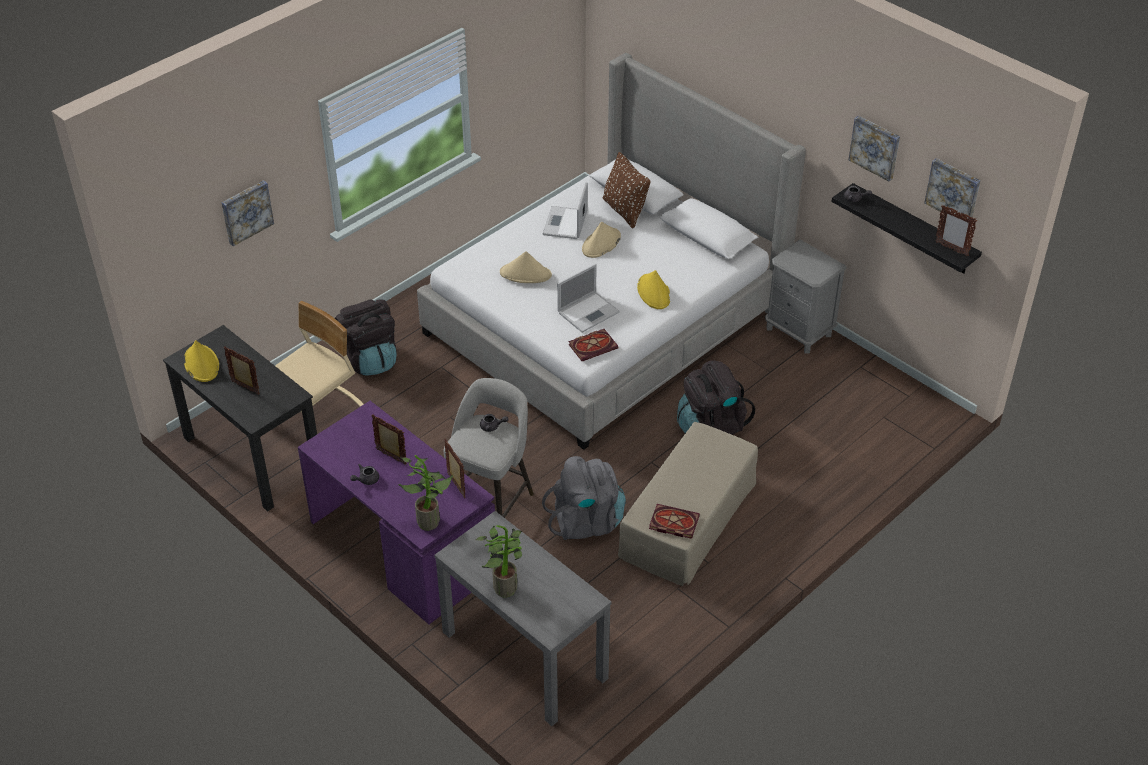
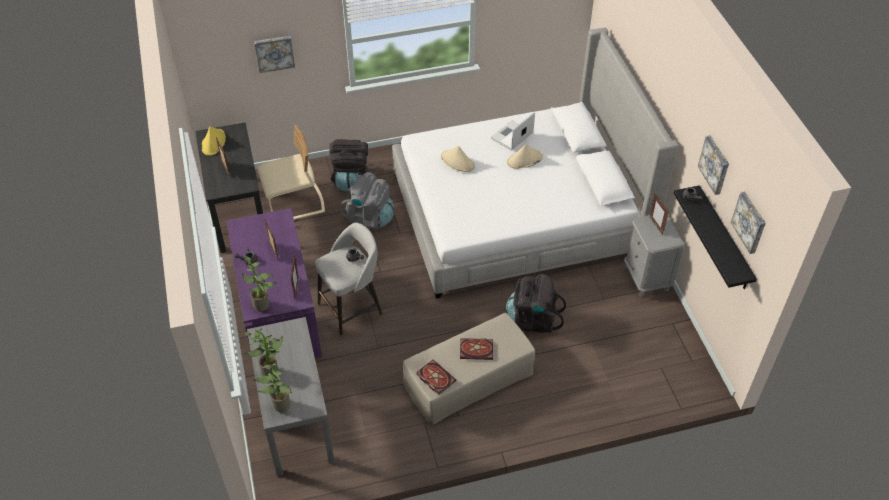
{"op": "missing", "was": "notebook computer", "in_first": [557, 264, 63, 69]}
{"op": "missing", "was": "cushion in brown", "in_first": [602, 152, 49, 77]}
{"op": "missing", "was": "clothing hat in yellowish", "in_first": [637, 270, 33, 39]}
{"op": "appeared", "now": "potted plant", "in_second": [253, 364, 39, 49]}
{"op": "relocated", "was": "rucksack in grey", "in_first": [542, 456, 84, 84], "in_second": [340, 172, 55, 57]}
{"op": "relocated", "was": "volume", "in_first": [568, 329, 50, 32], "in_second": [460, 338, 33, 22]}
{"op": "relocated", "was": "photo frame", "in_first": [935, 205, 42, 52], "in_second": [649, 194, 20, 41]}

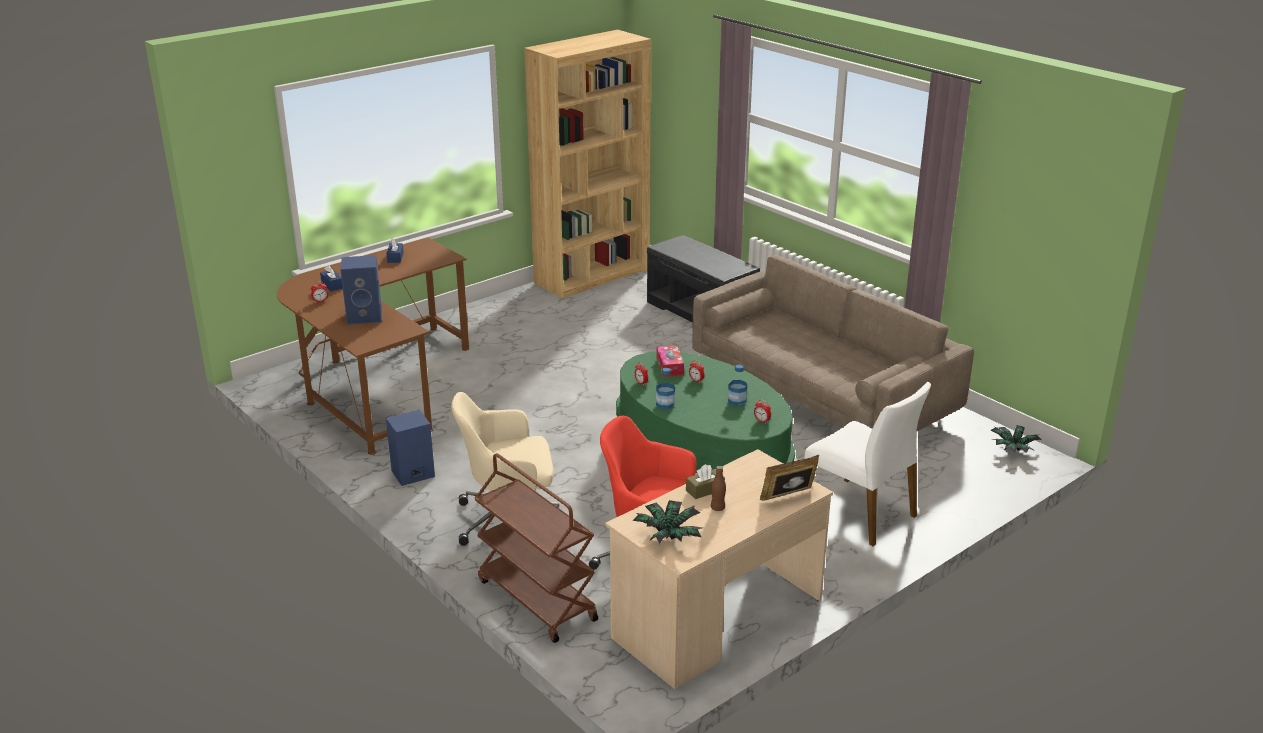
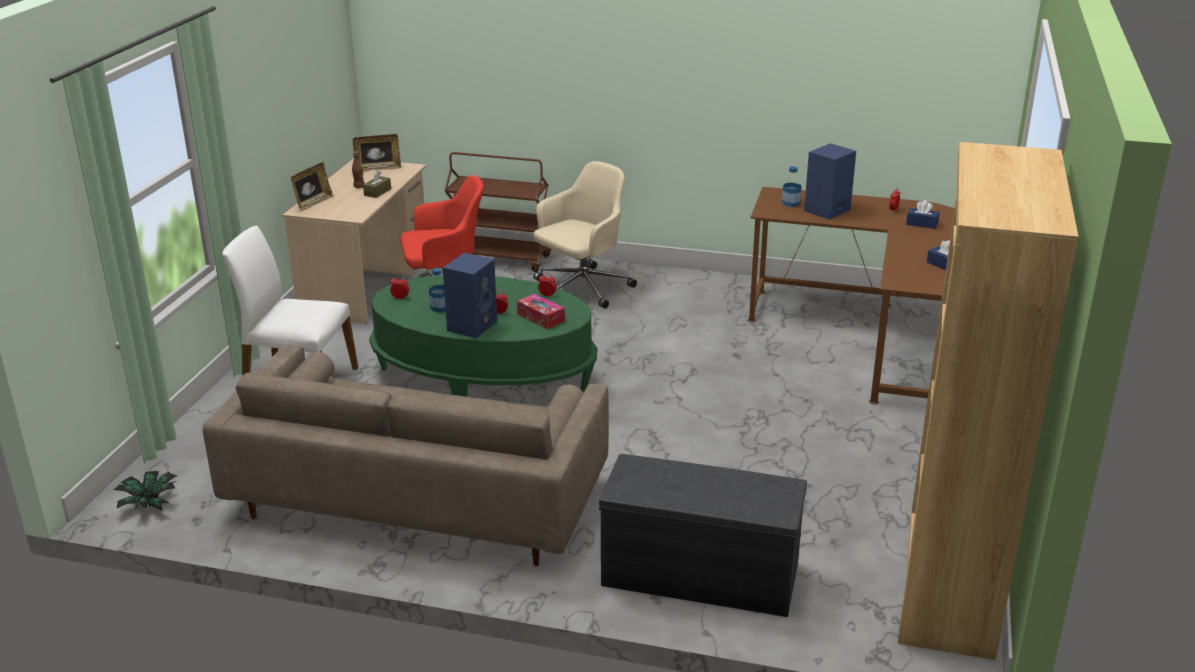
{"op": "relocated", "was": "loudspeaker in blue-coloured", "in_first": [386, 410, 49, 76], "in_second": [443, 253, 54, 85]}
{"op": "relocated", "was": "beverage bottle", "in_first": [656, 368, 19, 41], "in_second": [782, 166, 20, 41]}
{"op": "exchanged", "was": "potted plant", "now": "photo frame", "in_first": [633, 500, 69, 44], "in_second": [353, 134, 48, 37]}

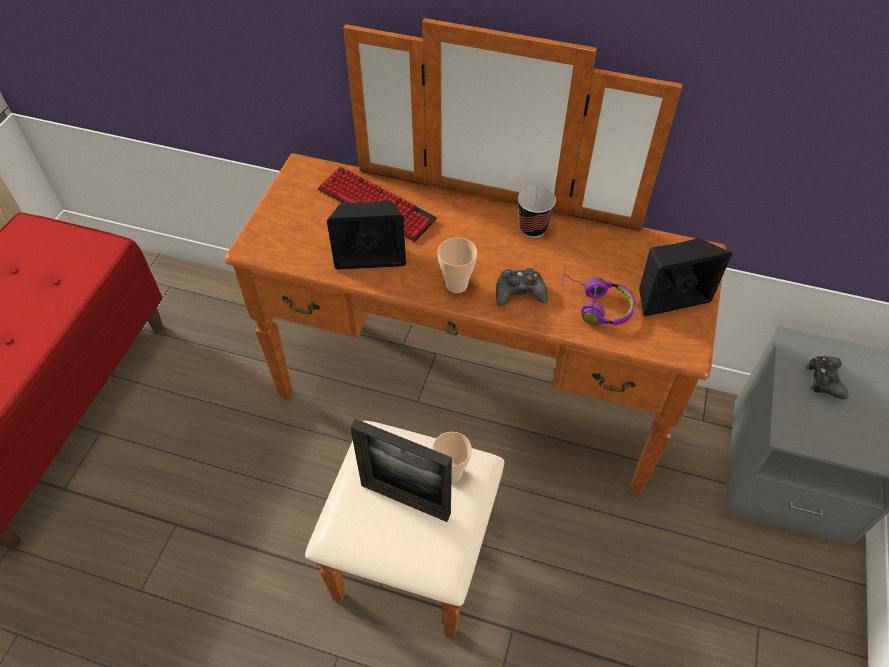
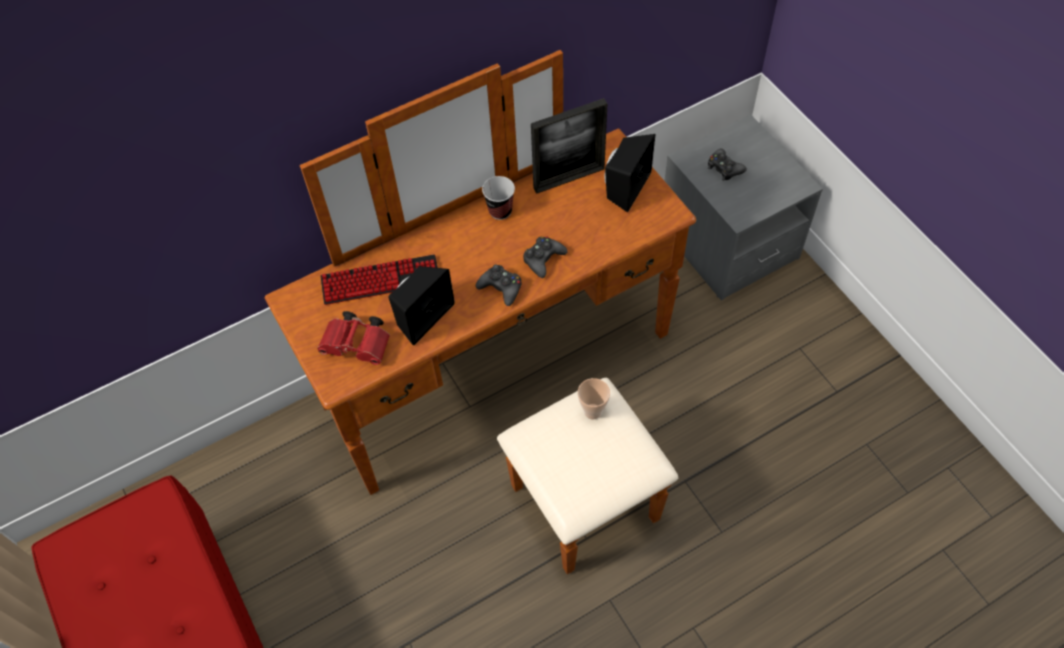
{"op": "missing", "was": "pair of headphones in purple-coloured", "in_first": [561, 267, 74, 59]}
{"op": "appeared", "now": "pair of binoculars in red", "in_second": [317, 311, 73, 54]}
{"op": "relocated", "was": "photo frame", "in_first": [350, 419, 102, 103], "in_second": [531, 98, 77, 96]}
{"op": "exchanged", "was": "small cup", "now": "joypad in black", "in_first": [438, 237, 39, 56], "in_second": [476, 265, 46, 41]}

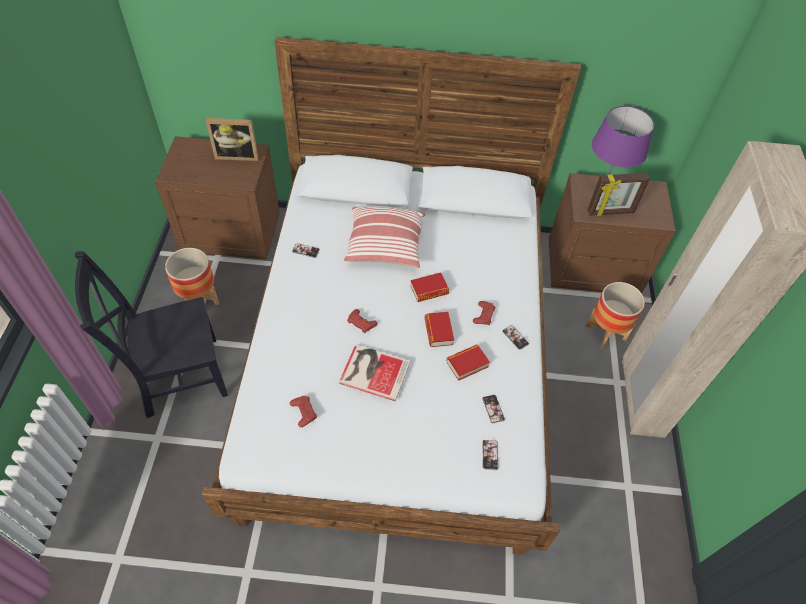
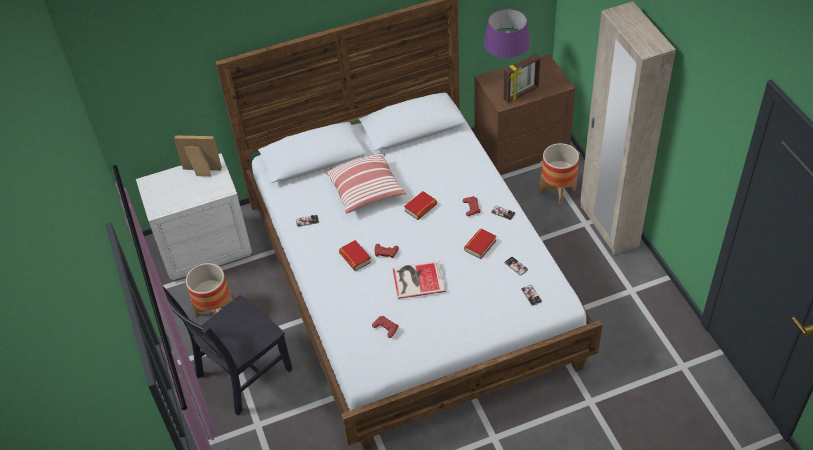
{"op": "relocated", "was": "volume", "in_first": [425, 312, 29, 35], "in_second": [339, 240, 32, 31]}
{"op": "colour", "was": "night table in brown", "now": "night table in white-coloured", "in_first": [155, 136, 125, 124], "in_second": [136, 153, 116, 128]}
{"op": "spun", "was": "photo frame", "in_first": [206, 118, 53, 43], "in_second": [174, 135, 48, 42], "clockwise": -150}

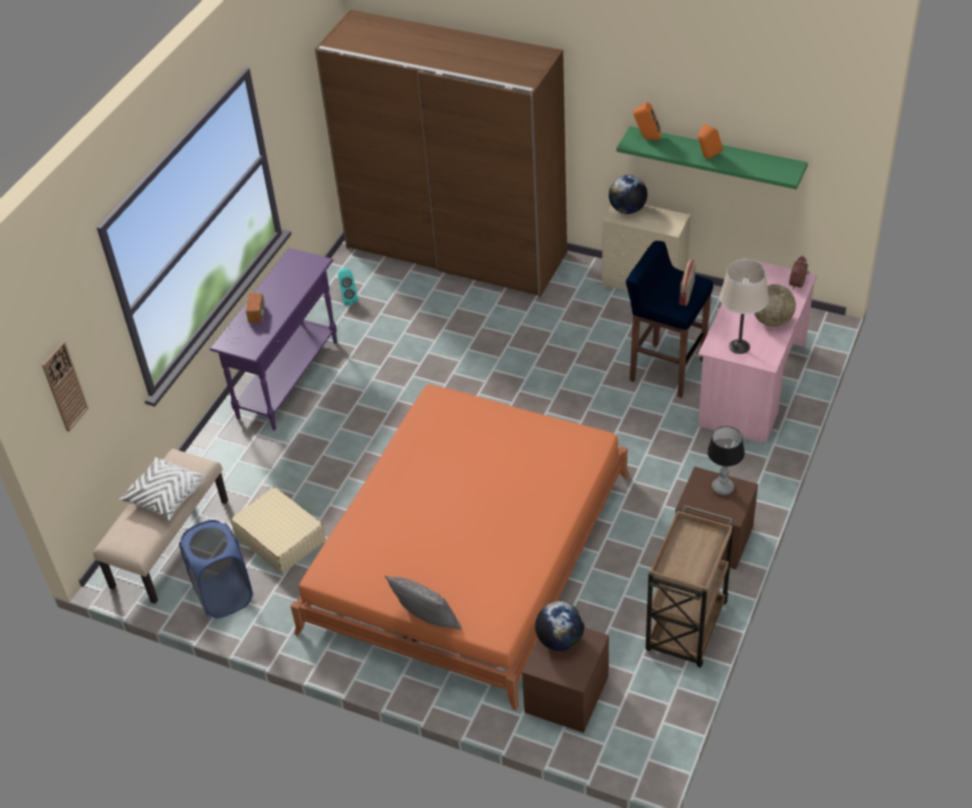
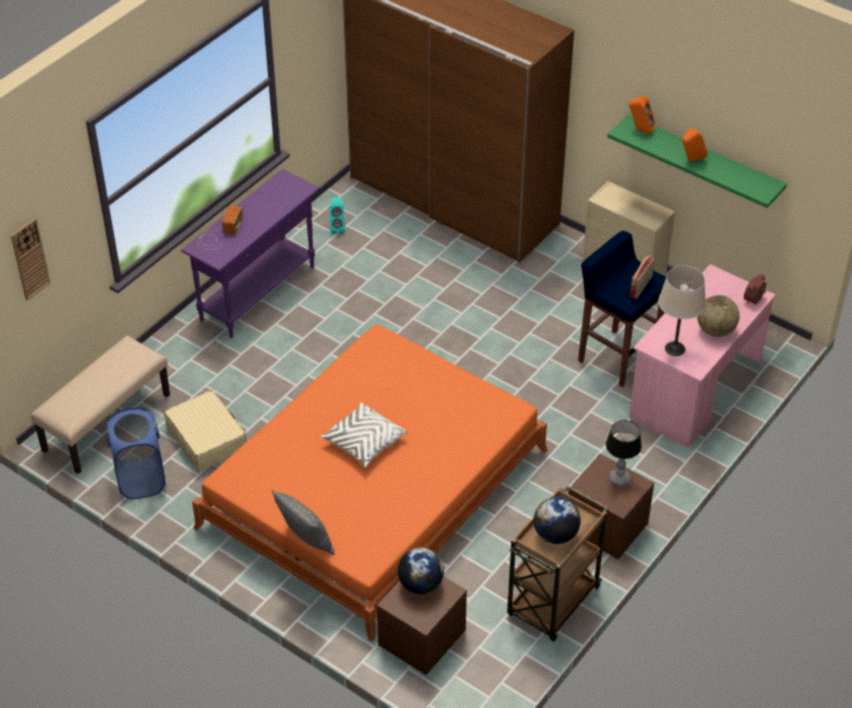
{"op": "relocated", "was": "cushion in white-coloured", "in_first": [119, 457, 89, 64], "in_second": [321, 403, 87, 64]}
{"op": "relocated", "was": "desk globe", "in_first": [609, 175, 38, 39], "in_second": [534, 497, 47, 47]}

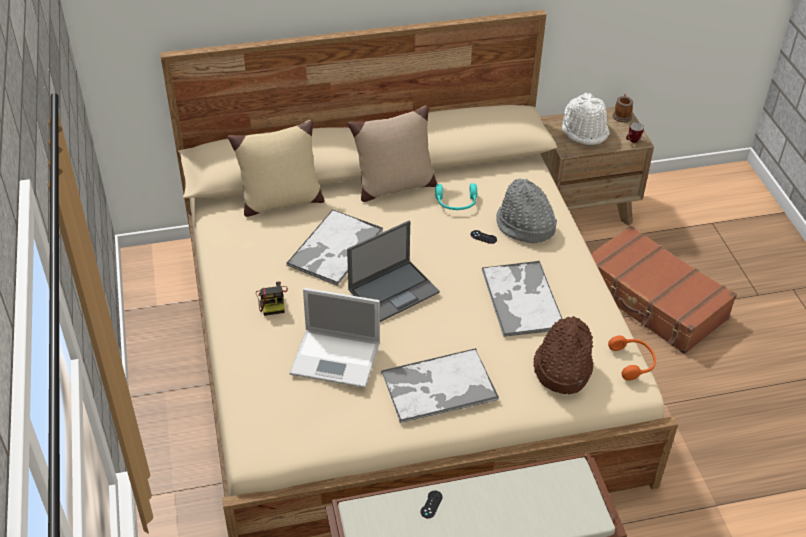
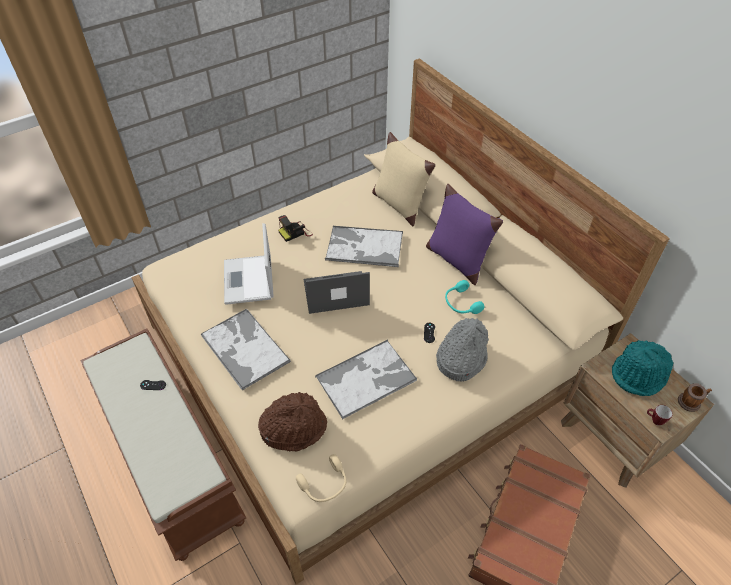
{"op": "colour", "was": "cushion in beige", "now": "cushion in purple-coloured", "in_first": [348, 105, 89, 97], "in_second": [426, 184, 77, 101]}
{"op": "colour", "was": "clothing hat in white-coloured", "now": "clothing hat in turquoise", "in_first": [562, 93, 48, 52], "in_second": [612, 340, 61, 56]}
{"op": "colour", "was": "pair of headphones in orange-coloured", "now": "pair of headphones in beige", "in_first": [608, 336, 48, 45], "in_second": [296, 454, 51, 48]}
{"op": "spun", "was": "notebook computer", "in_first": [347, 220, 93, 102], "in_second": [303, 271, 67, 43], "clockwise": 135}

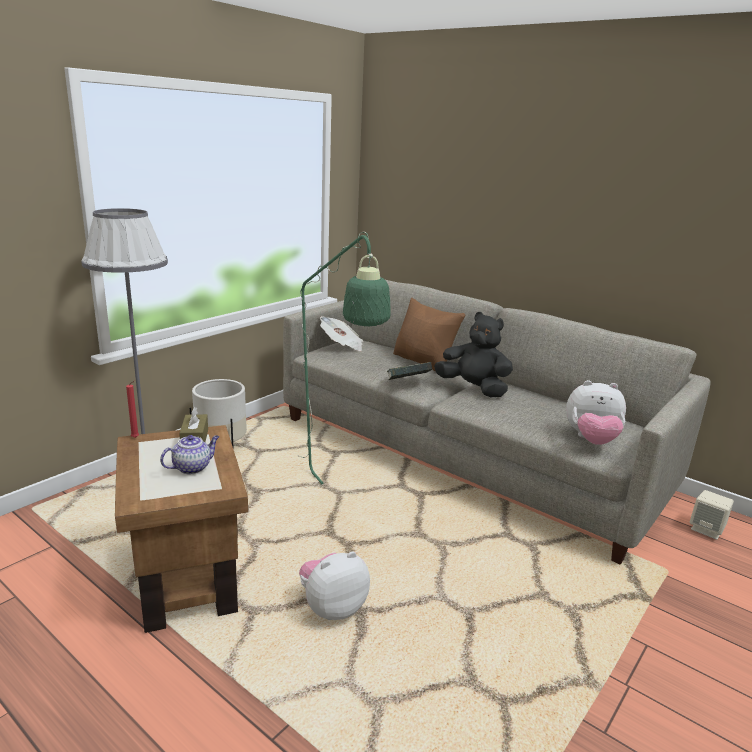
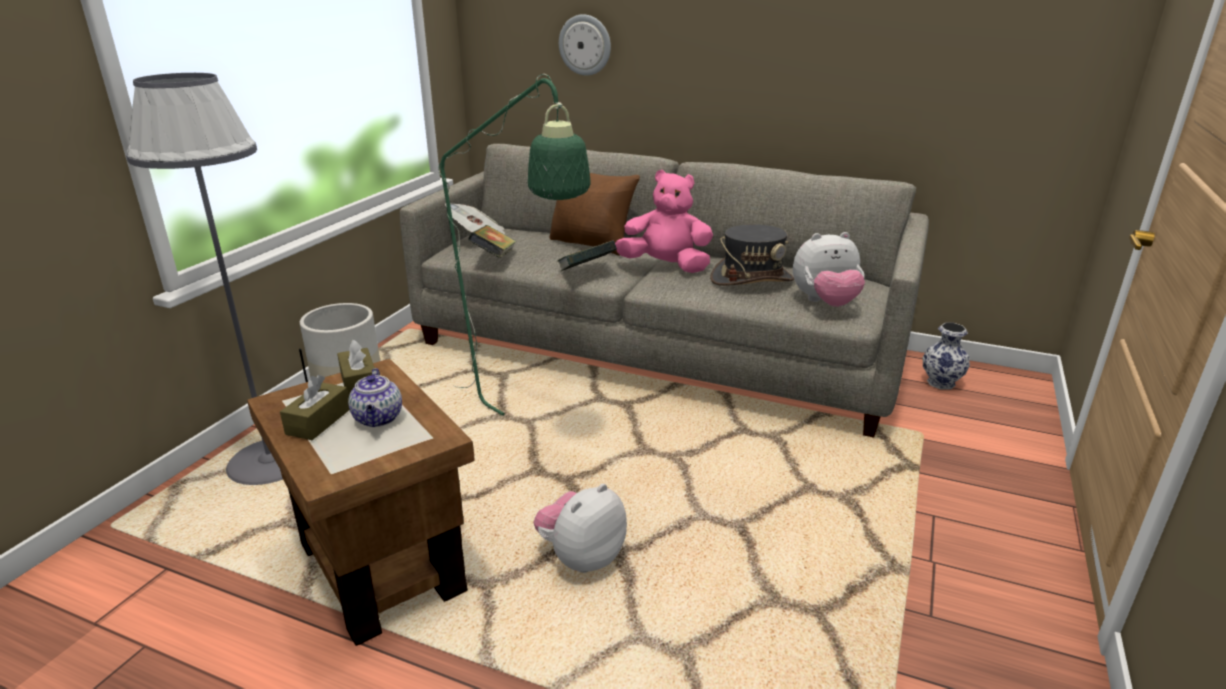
{"op": "missing", "was": "wax candle in red", "in_first": [126, 381, 13, 57]}
{"op": "appeared", "now": "tissue holder in brown", "in_second": [280, 375, 70, 65]}
{"op": "appeared", "now": "volume", "in_second": [468, 225, 48, 33]}
{"op": "appeared", "now": "clock on the wall", "in_second": [559, 14, 52, 62]}
{"op": "appeared", "now": "clothing hat in grey", "in_second": [710, 224, 84, 62]}
{"op": "exchanged", "was": "loudspeaker in beige", "now": "decorative vase", "in_first": [690, 490, 44, 50], "in_second": [923, 323, 47, 67]}
{"op": "colour", "was": "soft toy in black", "now": "soft toy in pinkish", "in_first": [434, 312, 79, 85], "in_second": [615, 170, 98, 103]}
{"op": "spun", "was": "tea pot", "in_first": [160, 435, 59, 39], "in_second": [348, 368, 54, 59], "clockwise": 135}

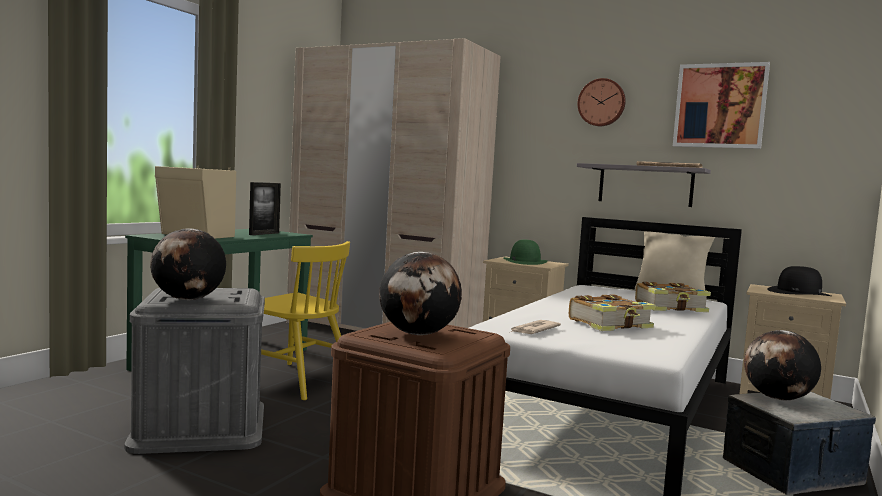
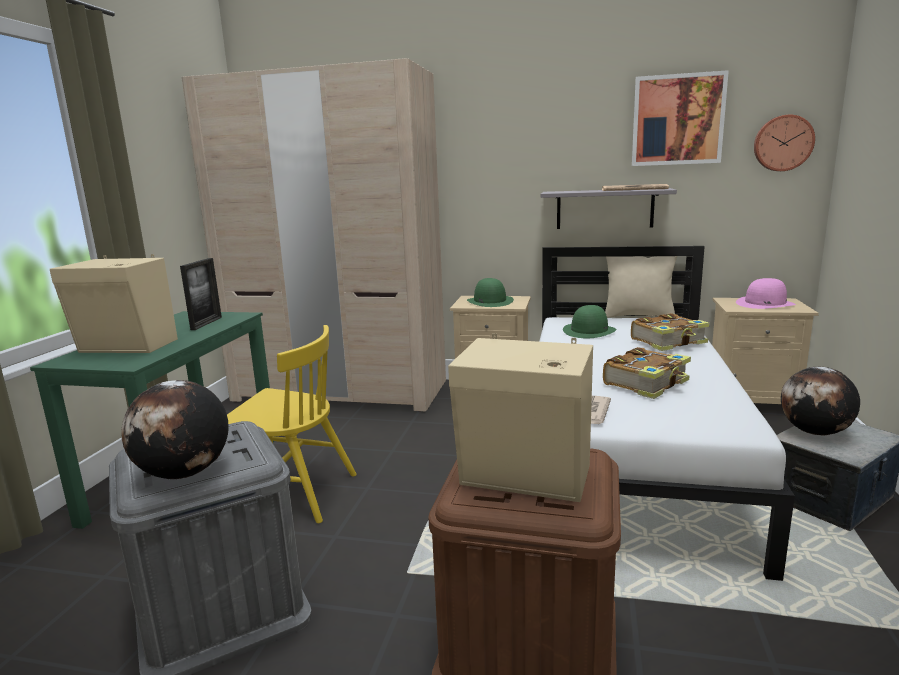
{"op": "appeared", "now": "clothing hat in green", "in_second": [563, 305, 54, 33]}
{"op": "relocated", "was": "clock on the wall", "in_first": [578, 78, 48, 48], "in_second": [754, 115, 61, 56]}
{"op": "exchanged", "was": "desk globe", "now": "loudspeaker in beige", "in_first": [379, 252, 83, 83], "in_second": [448, 333, 145, 169]}
{"op": "colour", "was": "clothing hat in black", "now": "clothing hat in pinkish", "in_first": [767, 266, 64, 30], "in_second": [736, 278, 60, 31]}

